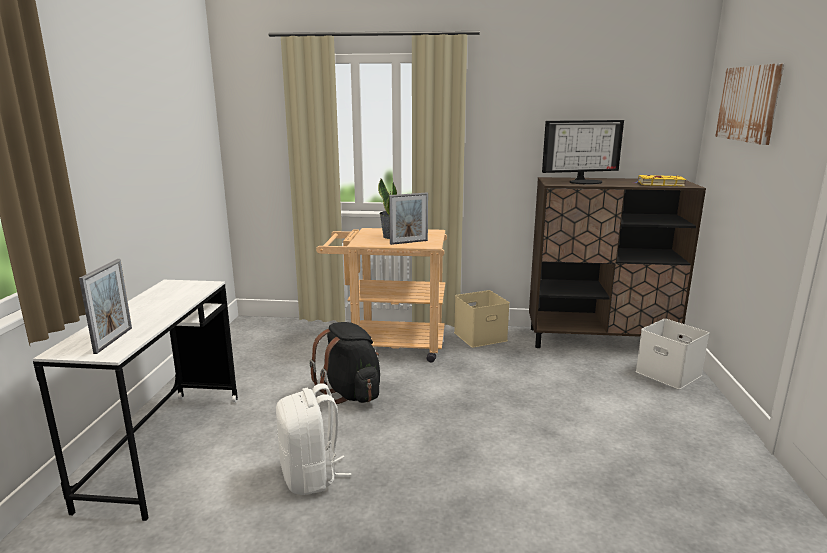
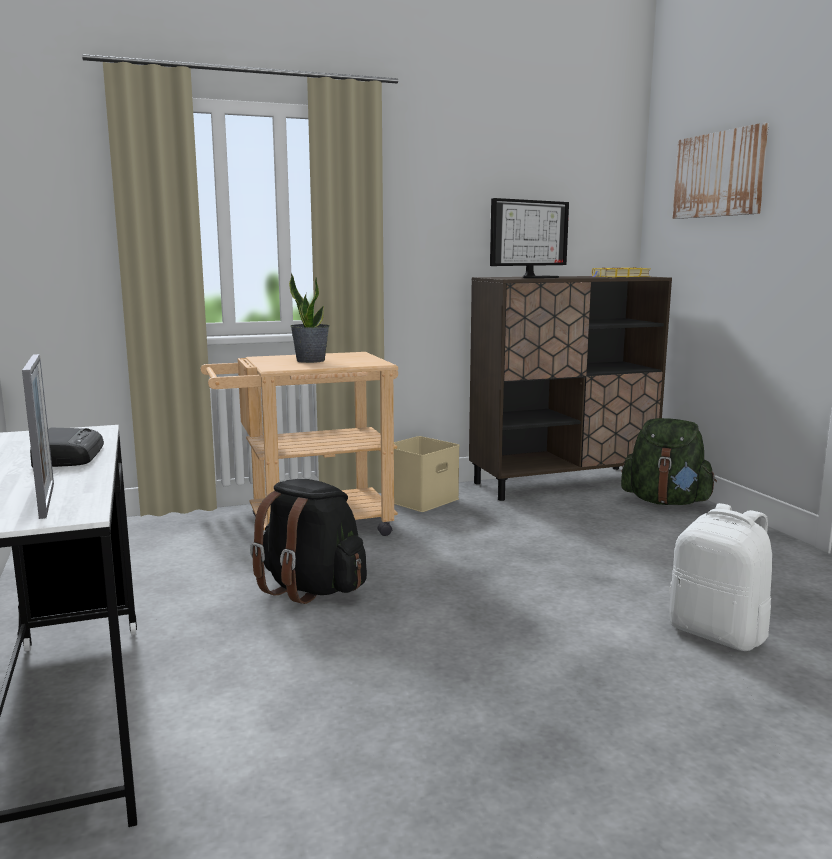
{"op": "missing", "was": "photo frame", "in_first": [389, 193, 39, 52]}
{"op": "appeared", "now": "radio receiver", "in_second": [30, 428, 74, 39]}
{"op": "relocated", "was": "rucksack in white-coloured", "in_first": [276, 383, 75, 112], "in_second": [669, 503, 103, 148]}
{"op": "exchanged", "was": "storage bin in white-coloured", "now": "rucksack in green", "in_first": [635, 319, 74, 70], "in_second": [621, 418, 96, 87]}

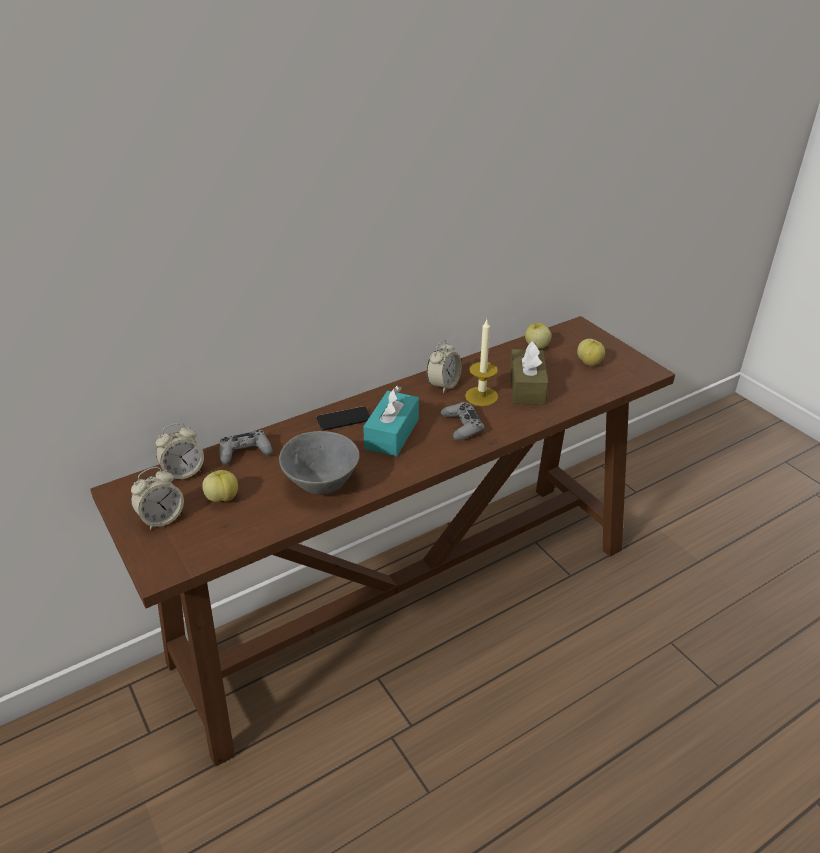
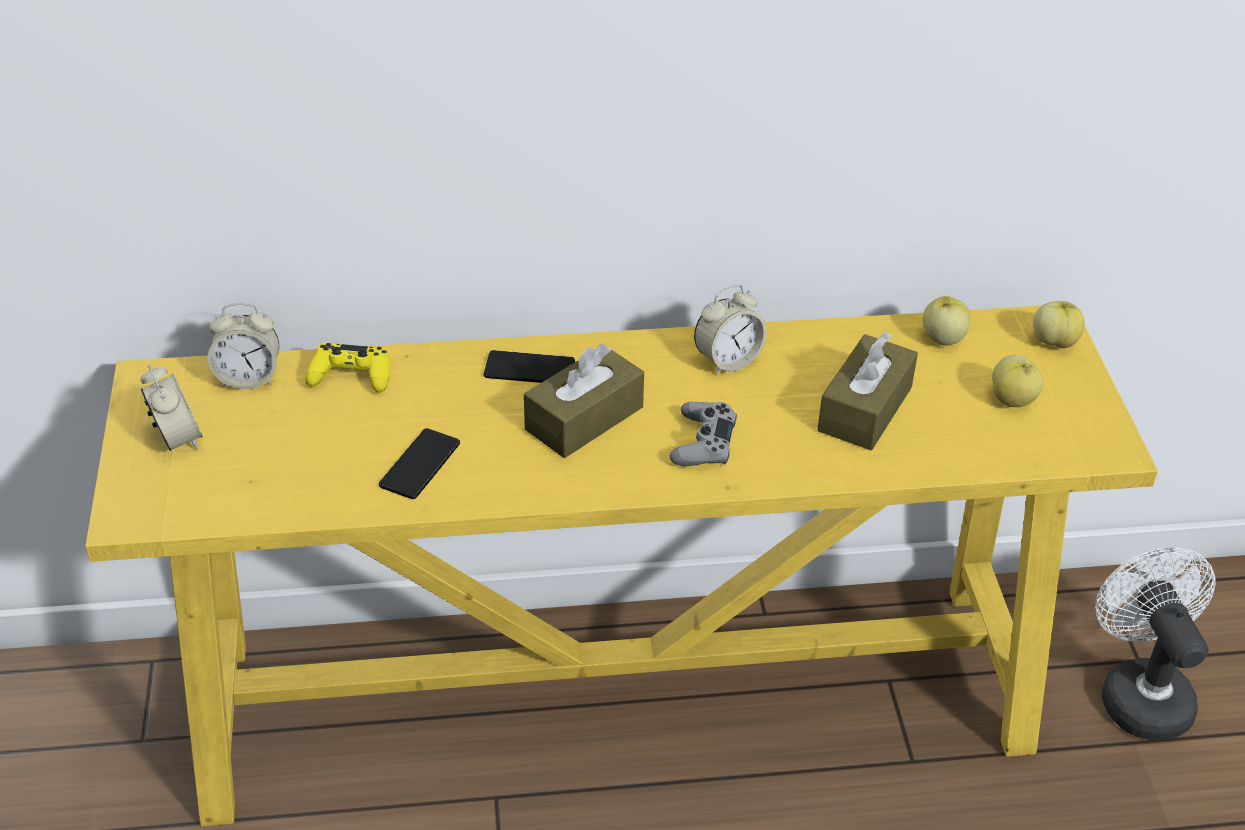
{"op": "missing", "was": "wax candle", "in_first": [465, 320, 33, 86]}
{"op": "appeared", "now": "electric fan in white-coloured", "in_second": [1095, 547, 121, 193]}
{"op": "relocated", "was": "apple fruit", "in_first": [202, 470, 36, 32], "in_second": [1033, 301, 52, 47]}
{"op": "exchanged", "was": "deep dish in grey", "now": "telephone", "in_first": [279, 431, 80, 64], "in_second": [379, 428, 81, 71]}
{"op": "colour", "was": "narrow table in brown", "now": "narrow table in yellowish", "in_first": [90, 316, 585, 451], "in_second": [85, 306, 1073, 520]}
{"op": "colour", "was": "joypad in grey", "now": "joypad in yellowish", "in_first": [219, 430, 53, 35], "in_second": [305, 343, 85, 50]}
{"op": "colour", "was": "tissue holder in turquoise", "now": "tissue holder in brown", "in_first": [363, 386, 56, 70], "in_second": [524, 344, 120, 114]}
{"op": "spun", "was": "alarm clock", "in_first": [131, 467, 53, 63], "in_second": [141, 365, 62, 86], "clockwise": -105}

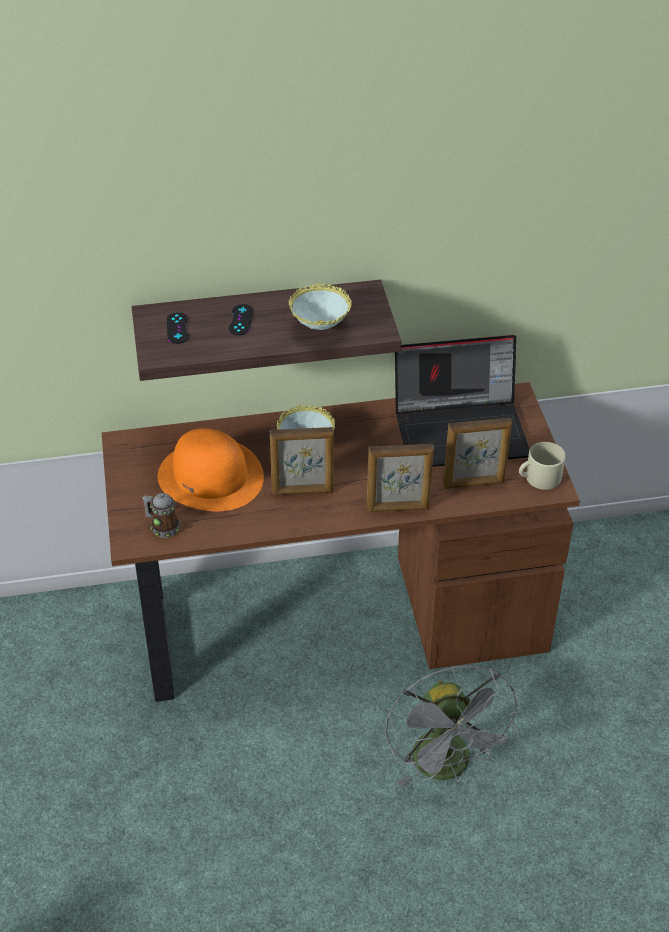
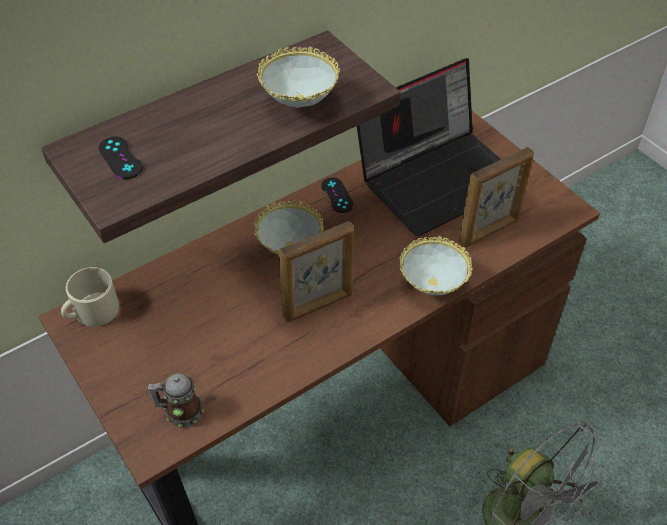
{"op": "missing", "was": "clothing hat in orange-coloured", "in_first": [158, 428, 106, 83]}
{"op": "relocated", "was": "joypad in black", "in_first": [229, 304, 24, 31], "in_second": [321, 178, 33, 35]}
{"op": "relocated", "was": "tea mug in beige", "in_first": [519, 442, 47, 48], "in_second": [61, 267, 58, 60]}
{"op": "exchanged", "was": "photo frame", "now": "deep dish", "in_first": [367, 444, 67, 68], "in_second": [400, 236, 73, 59]}

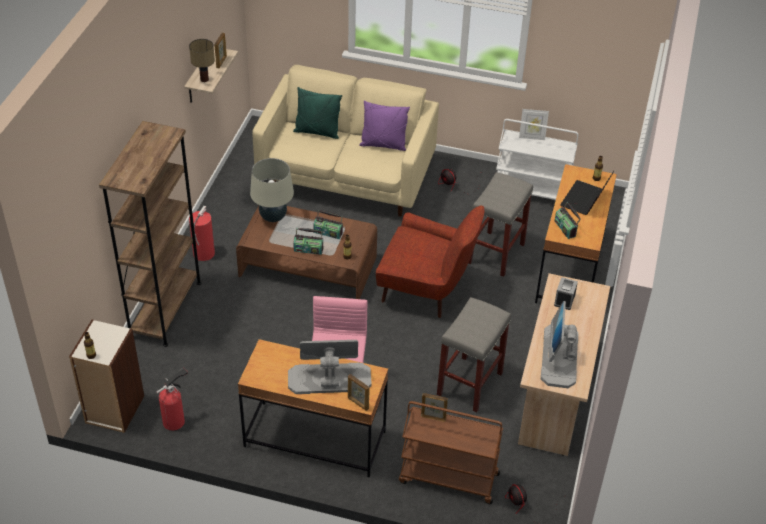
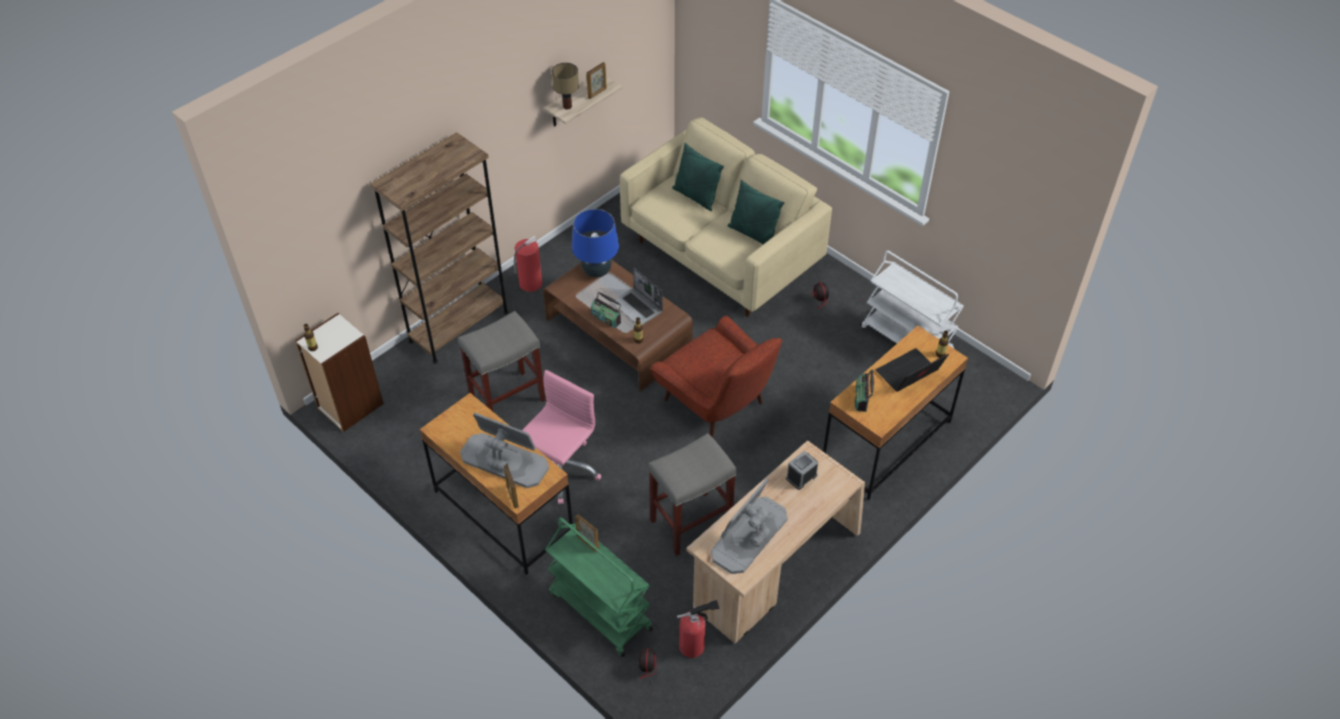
{"op": "missing", "was": "photo frame", "in_first": [519, 109, 30, 31]}
{"op": "relocated", "was": "fire-fighting cylinder", "in_first": [156, 368, 32, 63], "in_second": [677, 600, 42, 58]}
{"op": "relocated", "was": "sitting stool in grey", "in_first": [468, 172, 65, 105], "in_second": [458, 311, 87, 100]}
{"op": "exchanged", "was": "radio receiver", "now": "notebook computer", "in_first": [313, 210, 30, 29], "in_second": [612, 267, 51, 58]}
{"op": "colour", "was": "lamp for a table in beige", "now": "lamp for a table in blue-coloured", "in_first": [250, 158, 44, 64], "in_second": [572, 209, 47, 68]}
{"op": "colour", "was": "cushion in purple-coloured", "now": "cushion in green", "in_first": [359, 101, 51, 50], "in_second": [728, 180, 56, 64]}
{"op": "colour", "was": "trolley in brown", "now": "trolley in green", "in_first": [399, 401, 104, 103], "in_second": [545, 517, 108, 140]}

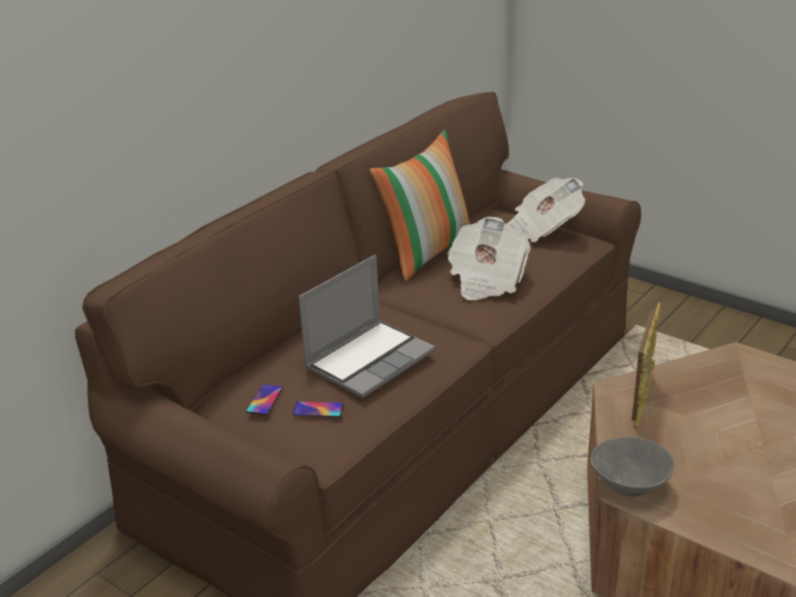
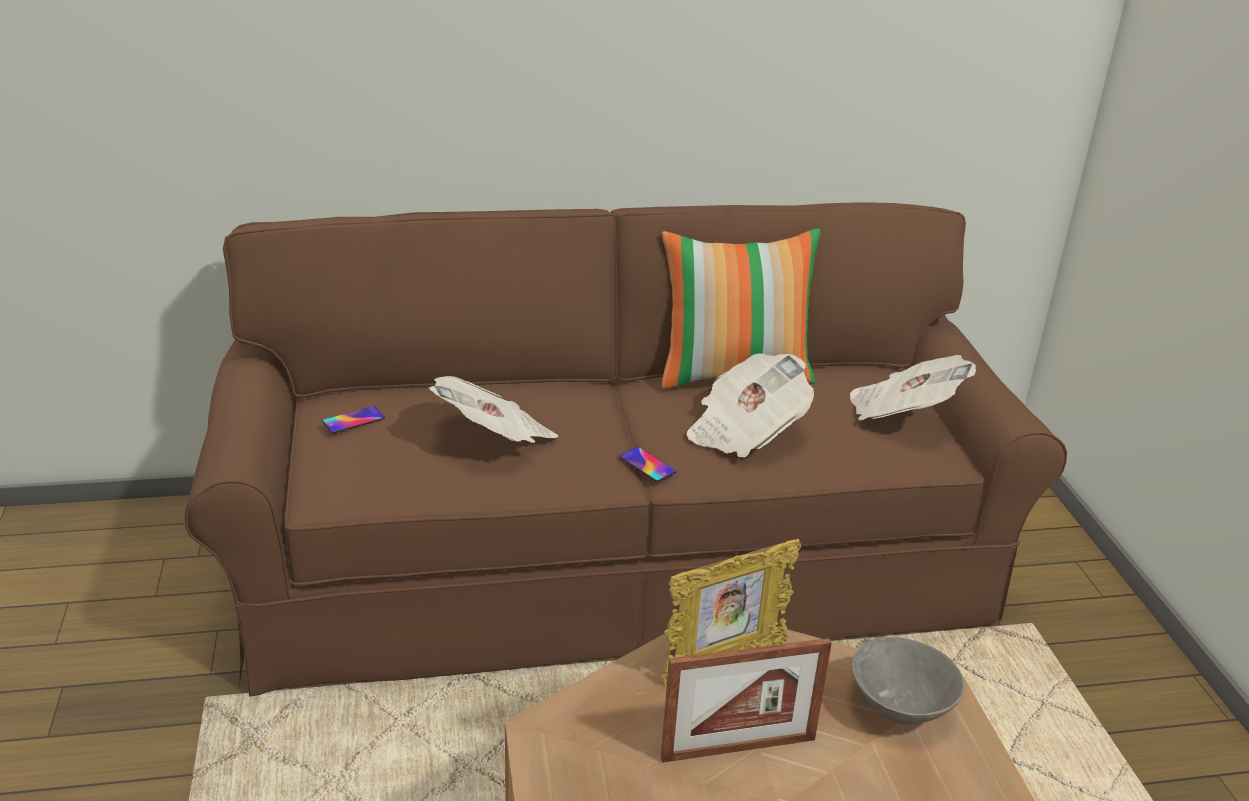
{"op": "appeared", "now": "photo frame", "in_second": [661, 638, 171, 125]}
{"op": "relocated", "was": "telephone", "in_first": [293, 401, 50, 16], "in_second": [619, 447, 57, 35]}
{"op": "relocated", "was": "deep dish in grey", "in_first": [590, 437, 84, 60], "in_second": [852, 637, 112, 87]}
{"op": "exchanged", "was": "notebook computer", "now": "newspaper", "in_first": [299, 255, 136, 143], "in_second": [429, 376, 129, 67]}

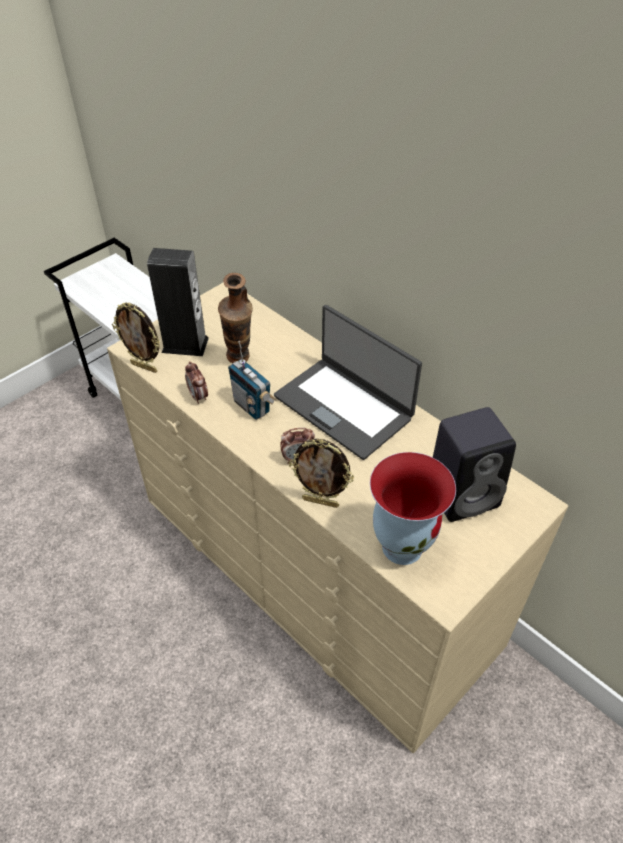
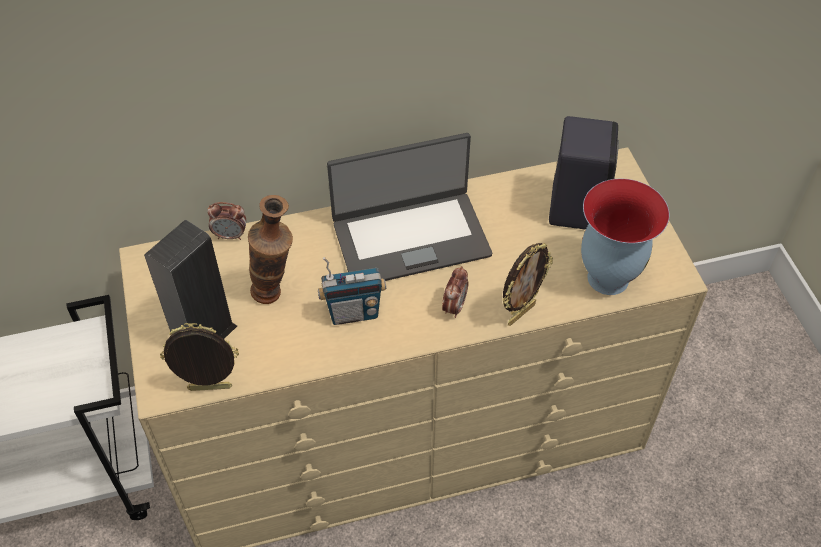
{"op": "relocated", "was": "alarm clock", "in_first": [185, 361, 23, 43], "in_second": [207, 202, 39, 38]}
{"op": "spun", "was": "photo frame", "in_first": [112, 302, 48, 71], "in_second": [160, 323, 79, 68], "clockwise": -150}

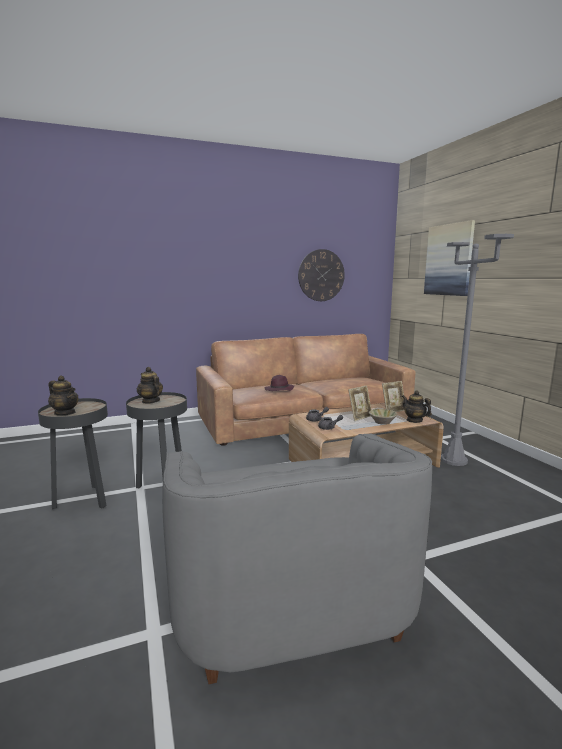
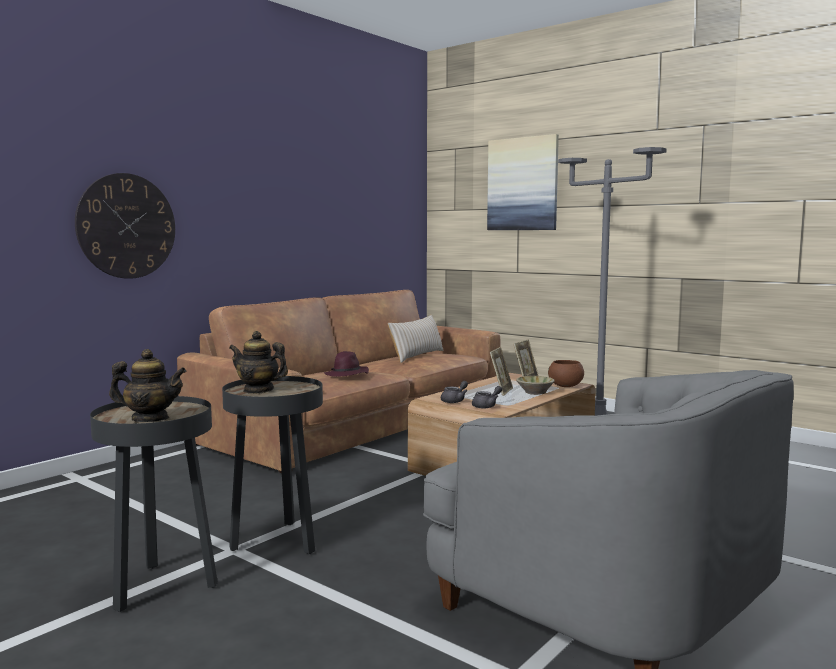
{"op": "appeared", "now": "cushion in beige", "in_second": [388, 315, 56, 48]}
{"op": "relocated", "was": "clock on the wall", "in_first": [298, 249, 47, 52], "in_second": [75, 173, 100, 106]}
{"op": "exchanged", "was": "tea pot", "now": "deep dish in brown", "in_first": [402, 390, 30, 33], "in_second": [548, 360, 36, 27]}

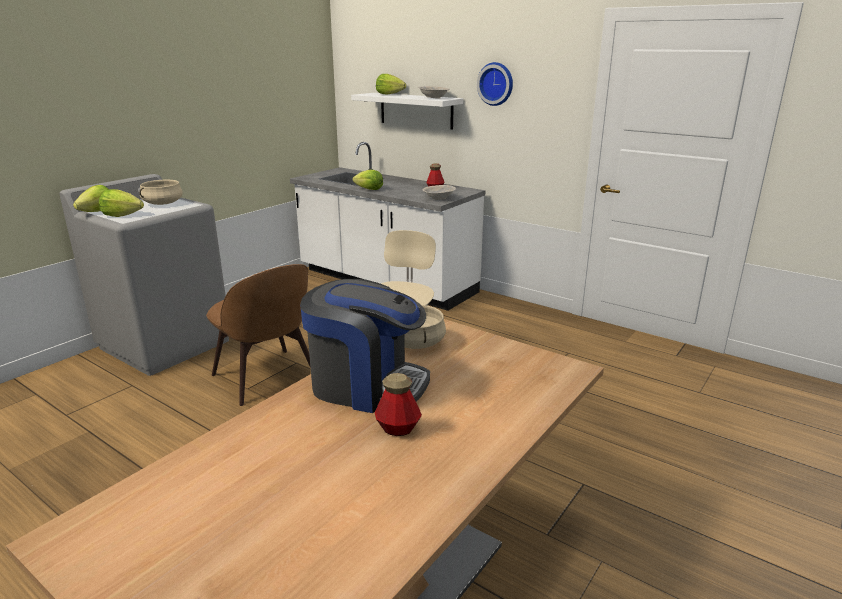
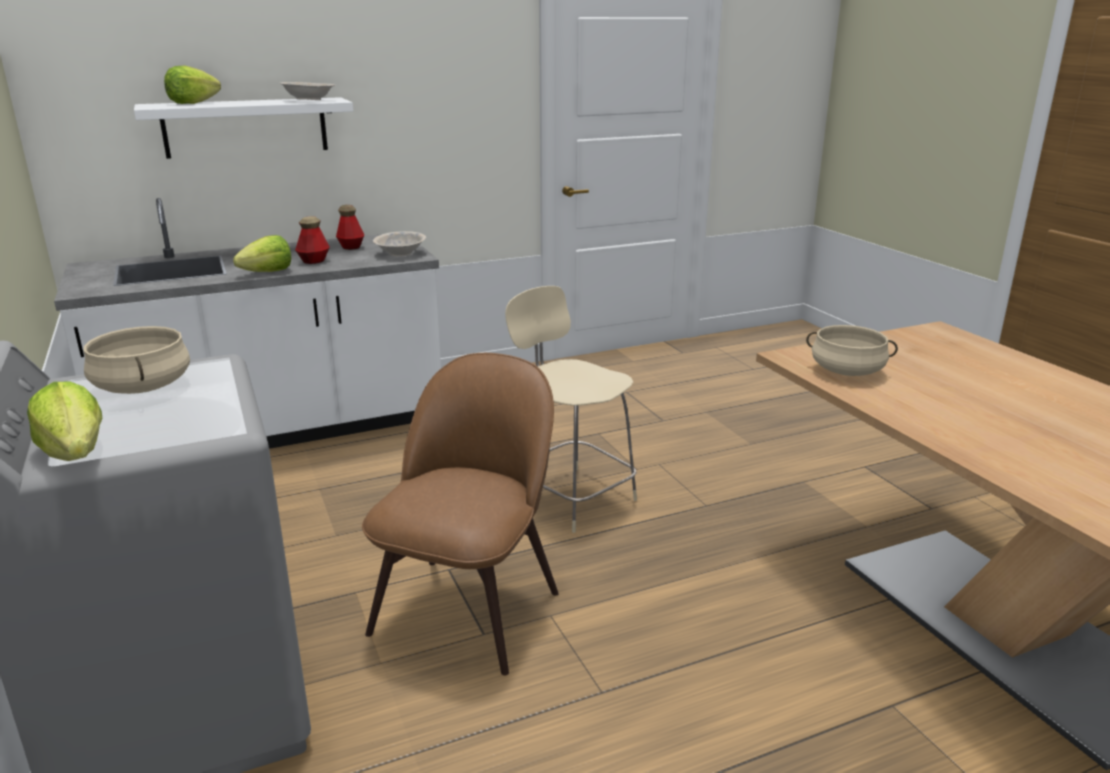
{"op": "missing", "was": "head of lettuce", "in_first": [99, 189, 45, 28]}
{"op": "missing", "was": "coffee machine", "in_first": [300, 279, 130, 134]}
{"op": "missing", "was": "clock on the wall", "in_first": [477, 62, 36, 44]}
{"op": "relocated", "was": "beverage bottle", "in_first": [375, 373, 47, 63], "in_second": [295, 216, 35, 48]}
{"op": "spun", "was": "upright chair in brown", "in_first": [206, 264, 105, 142], "in_second": [362, 353, 197, 322], "clockwise": -60}

